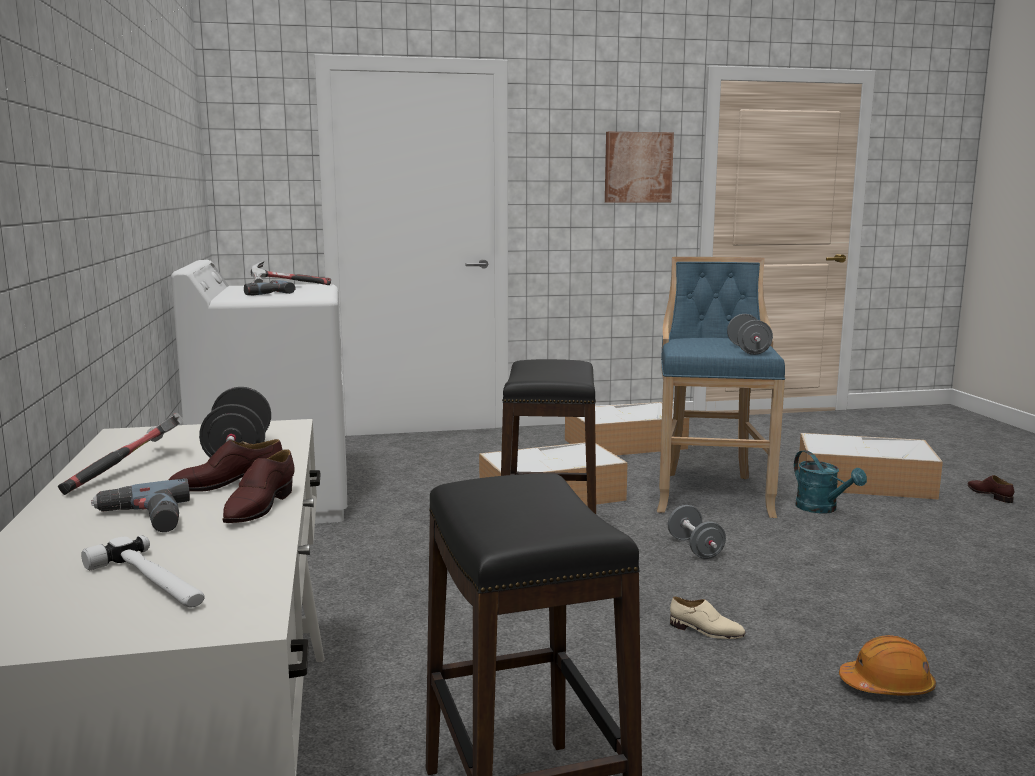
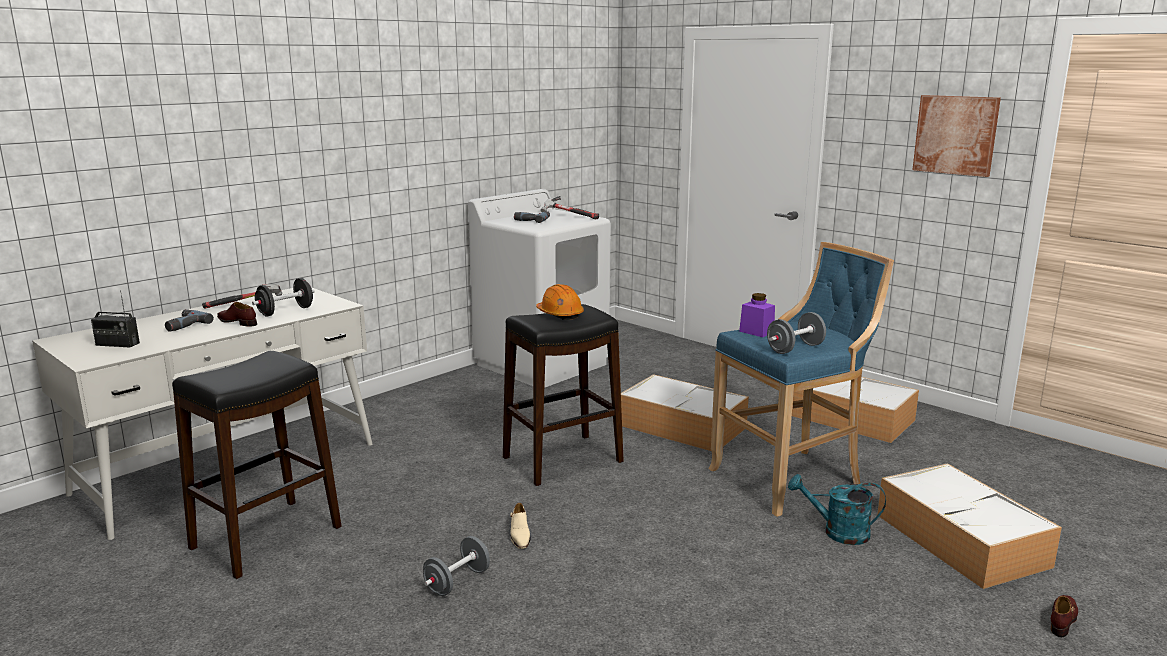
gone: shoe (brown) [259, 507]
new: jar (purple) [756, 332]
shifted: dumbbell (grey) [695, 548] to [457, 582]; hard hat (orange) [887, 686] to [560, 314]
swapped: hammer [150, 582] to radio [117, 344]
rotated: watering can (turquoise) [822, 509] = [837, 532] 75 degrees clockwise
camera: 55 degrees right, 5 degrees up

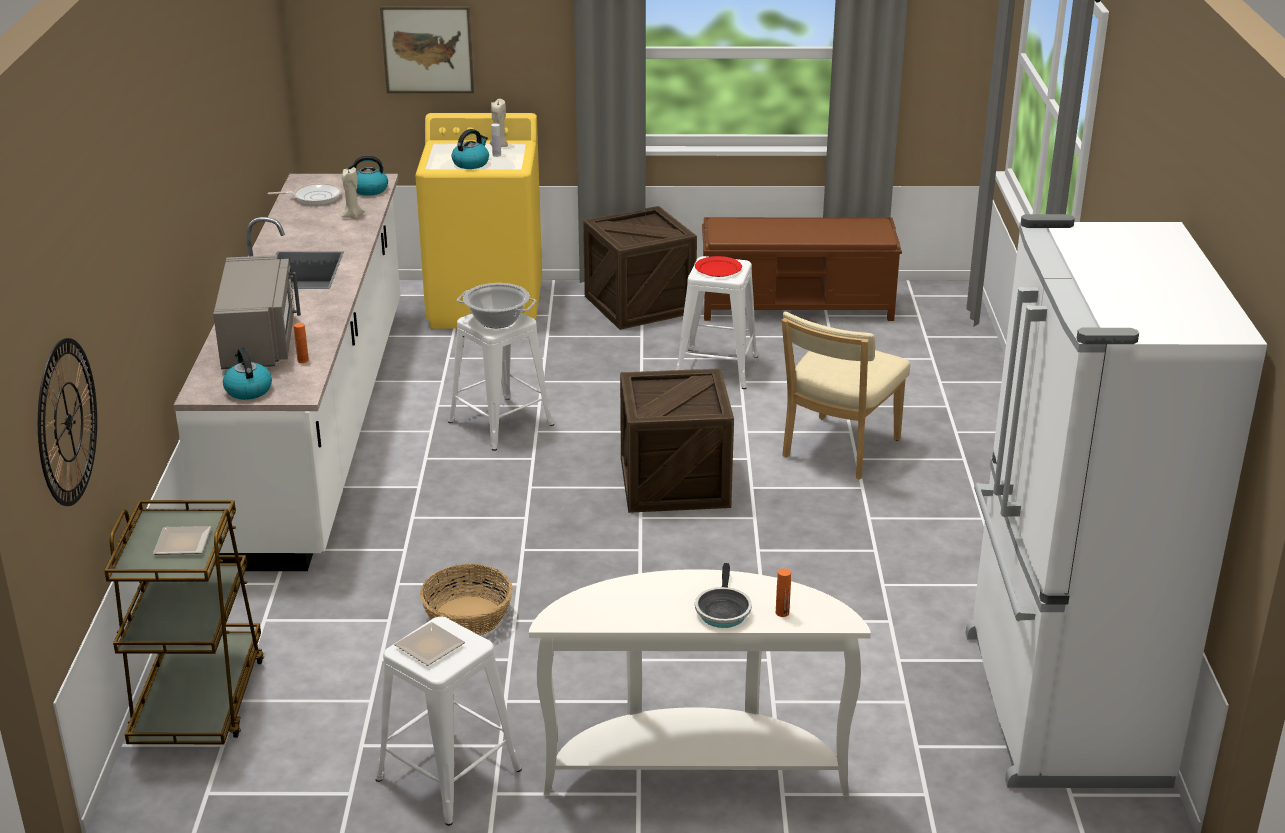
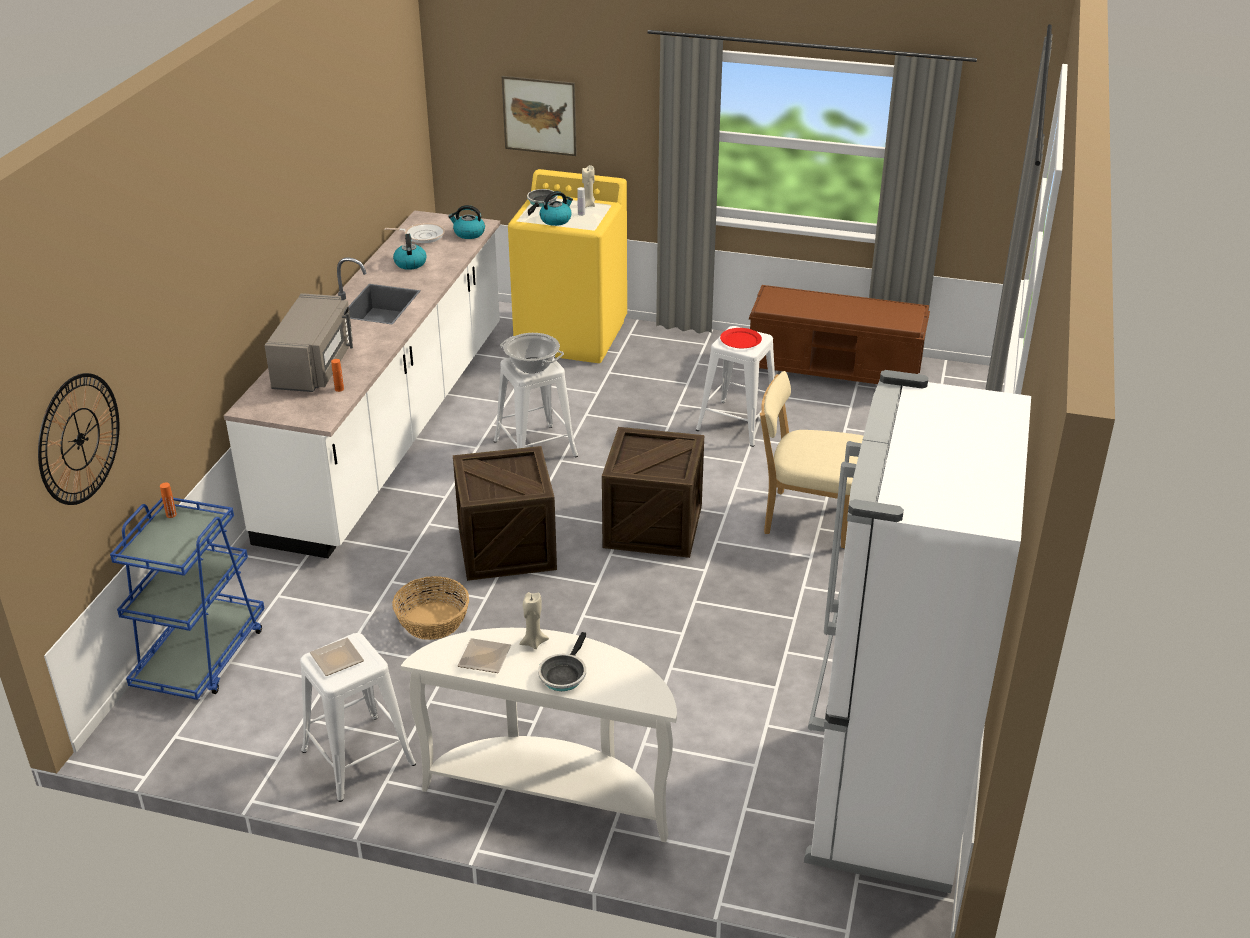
new: frying pan [541, 203]
shifted: plate [185, 542] to [486, 657]; kettle [248, 390] to [410, 263]; candle (beige) [352, 216] to [533, 642]; crate [639, 304] to [506, 548]; bottle (orange) [782, 612] to [171, 514]
repainted: cart (brown) [199, 701] to cart (blue) [201, 657]
rotated: chair (beige) [837, 451] = [805, 518] 60 degrees clockwise
camera: 15 degrees right, 5 degrees up

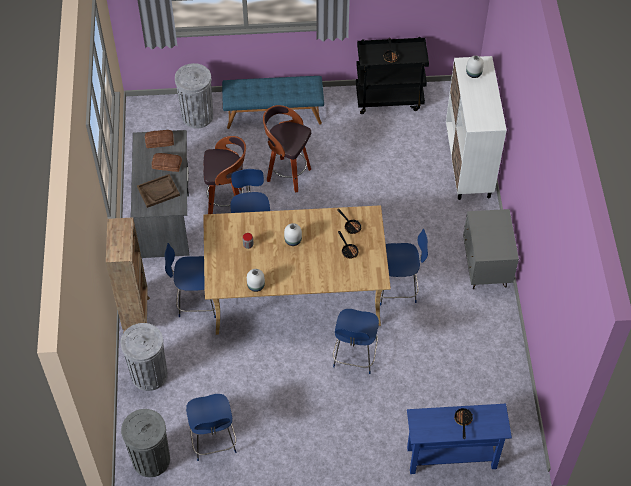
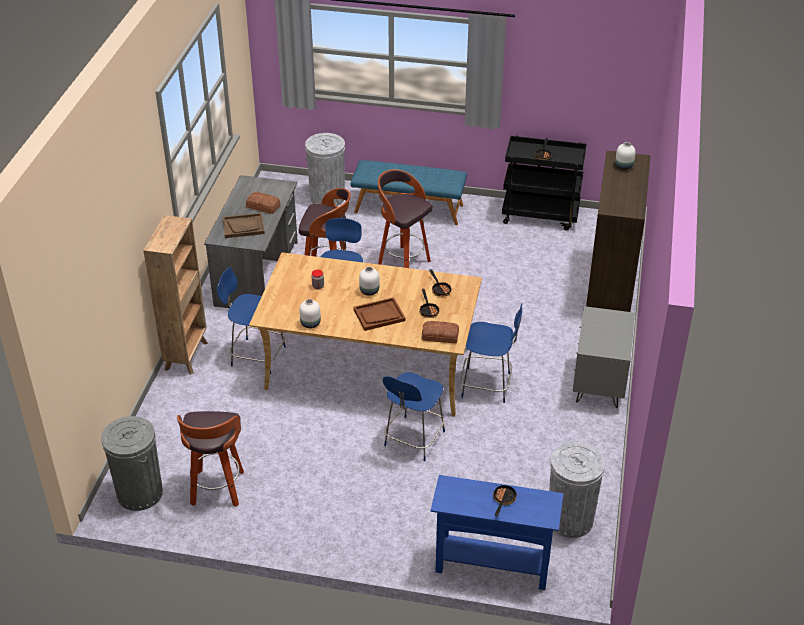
new: tray (brown) [379, 315]
shifted: trash can (grey) [149, 375] to [570, 520]; bread [160, 141] to [440, 336]
swapped: chair (blue) [213, 441] to stool [217, 490]
repainted: cabinet (white) [468, 164] to cabinet (brown) [610, 286]
camera: 15 degrees right, 15 degrees down

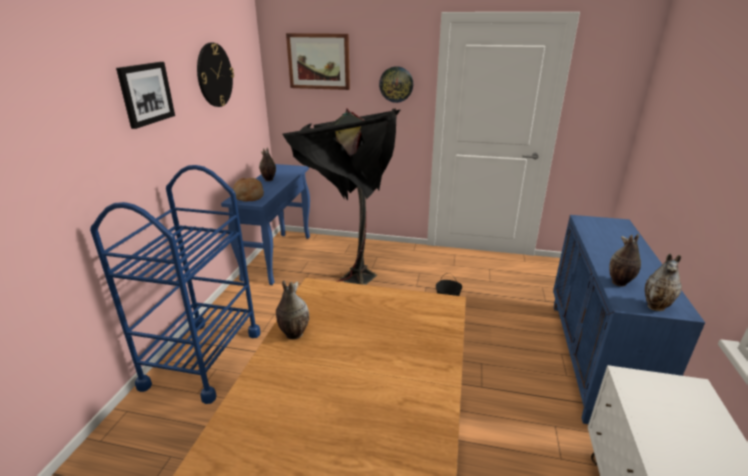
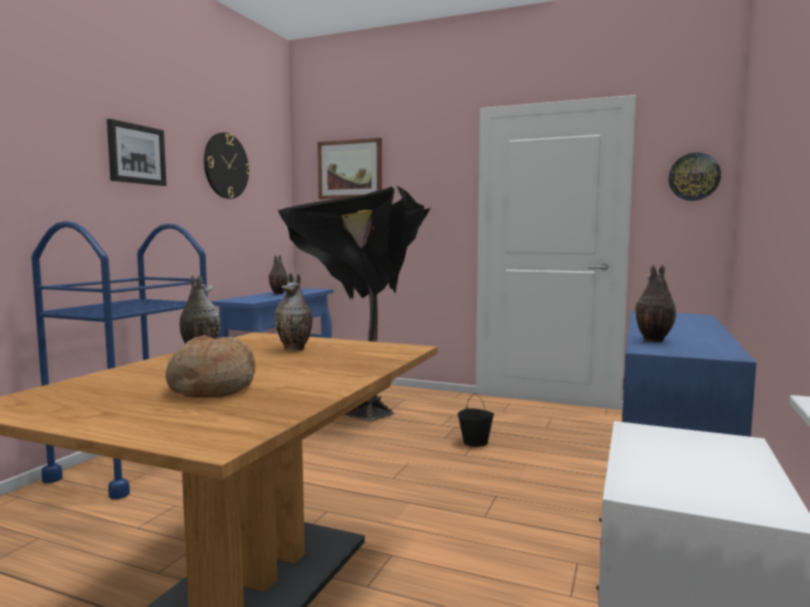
shifted: bread [248, 196] to [211, 387]; wall clock [396, 84] to [694, 177]; vase [656, 307] to [295, 349]
camera: 10 degrees right, 20 degrees down

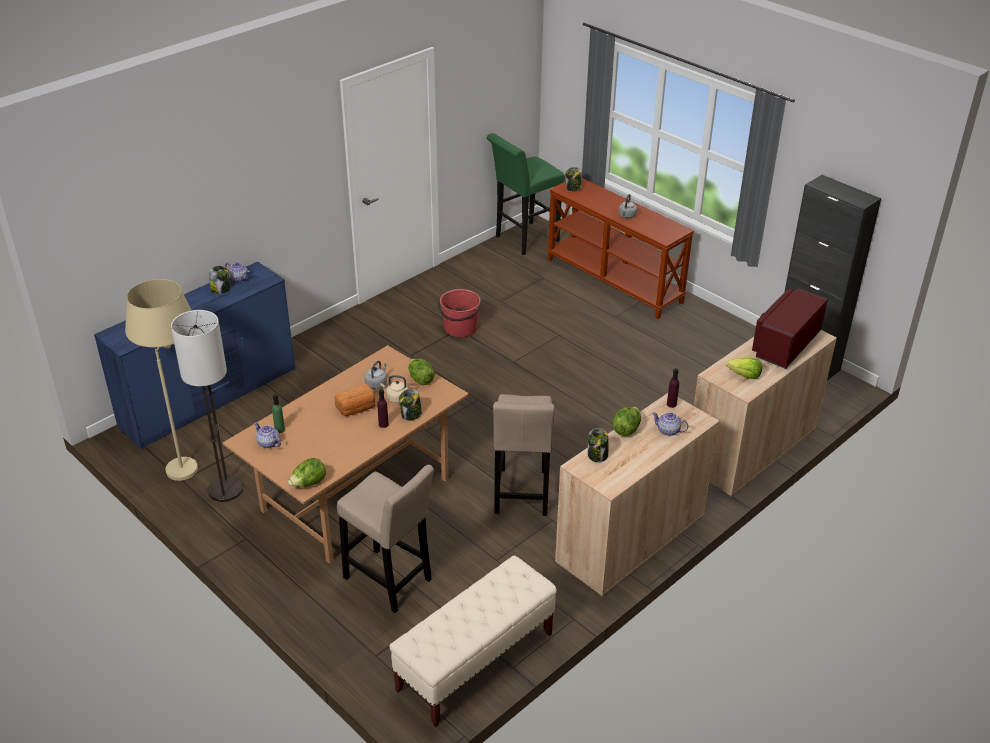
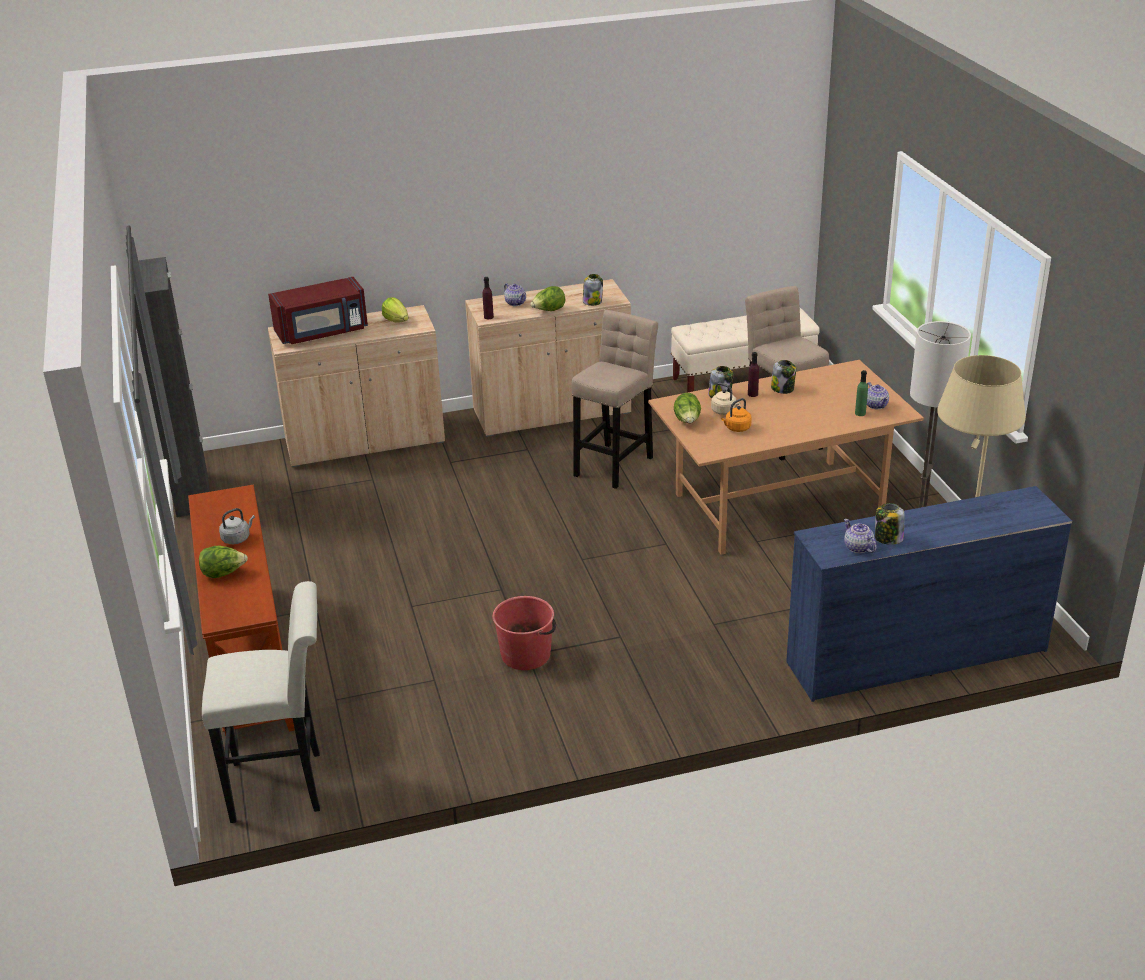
gone: bread [357, 409]
shifted: lettuce [308, 483] to [223, 573]; jar [573, 188] to [783, 389]
repainted: kettle (grey) [377, 384] to kettle (orange) [736, 428]; stool (green) [523, 240] to stool (white) [285, 785]
camera: 150 degrees left, 5 degrees down

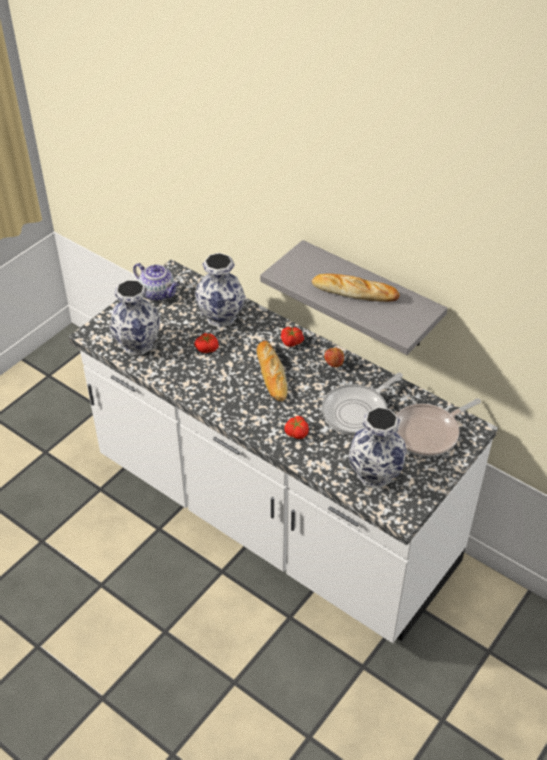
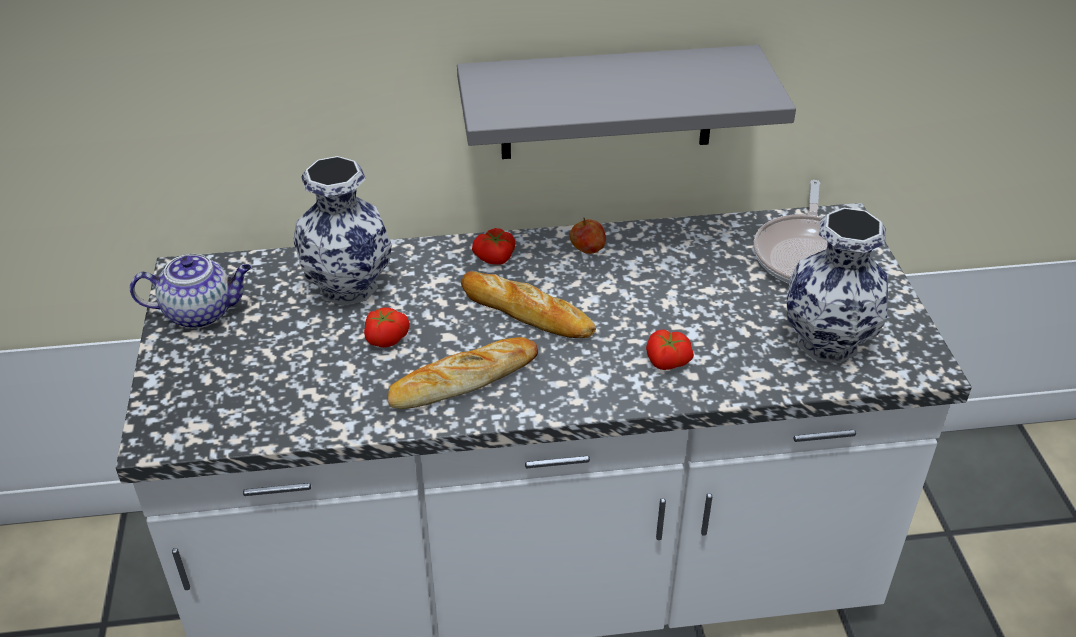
gone: vase [137, 345]; frying pan [358, 411]
shifted: bread [354, 292] to [463, 380]
camera: 45 degrees left, 5 degrees down

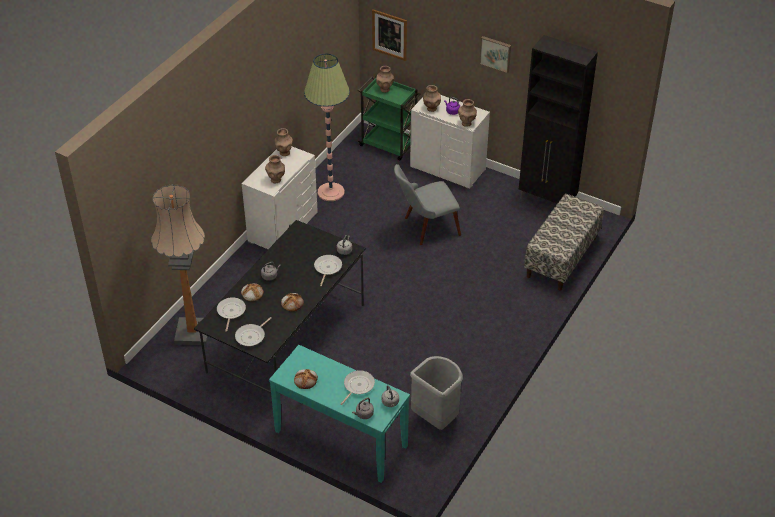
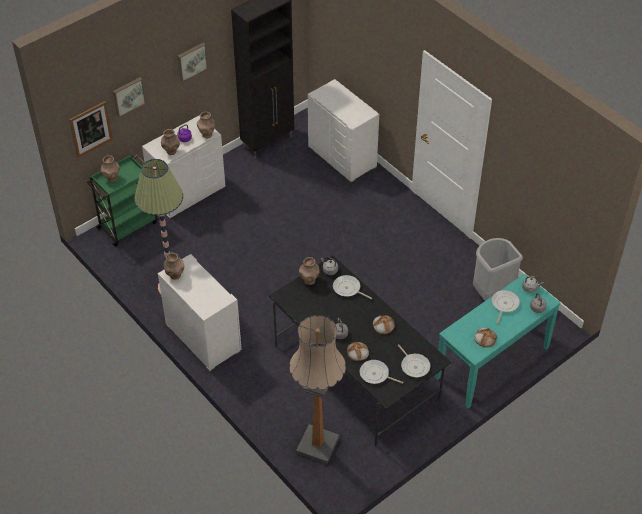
gone: chair (grey) [425, 228]
new: picture [128, 96]
shifted: vase (brown) [276, 180] to [309, 280]
swapped: bench [562, 257] to dresser (white) [342, 157]
rotated: frying pan [357, 386] = [504, 304] 60 degrees clockwise
camera: 70 degrees left, 5 degrees up

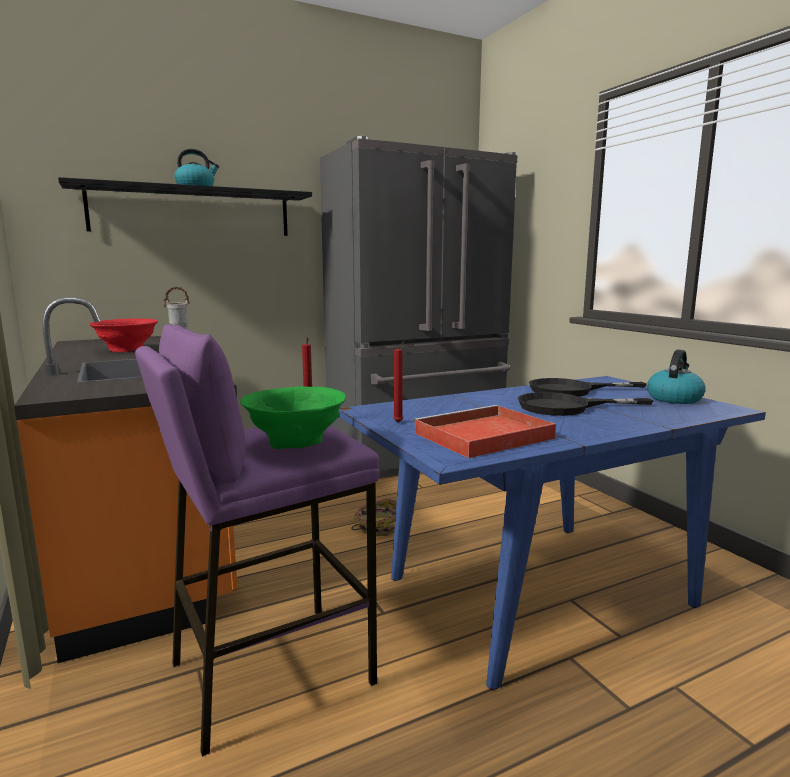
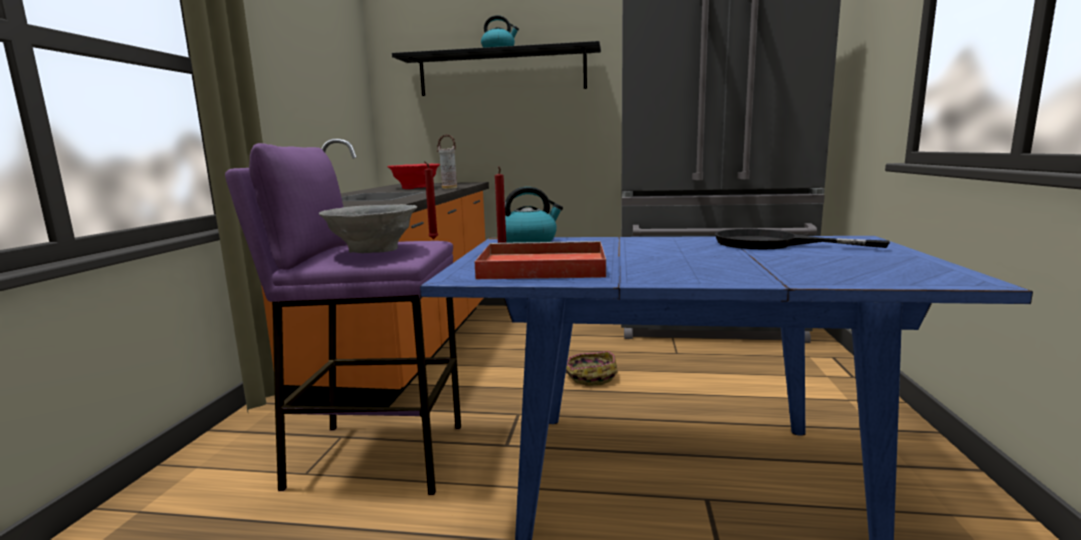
gone: frying pan (black) [566, 407]
shifted: kettle [674, 398] to [529, 241]
repainted: bowl (green) [296, 442] to bowl (grey) [373, 250]
camera: 35 degrees right, 0 degrees up

